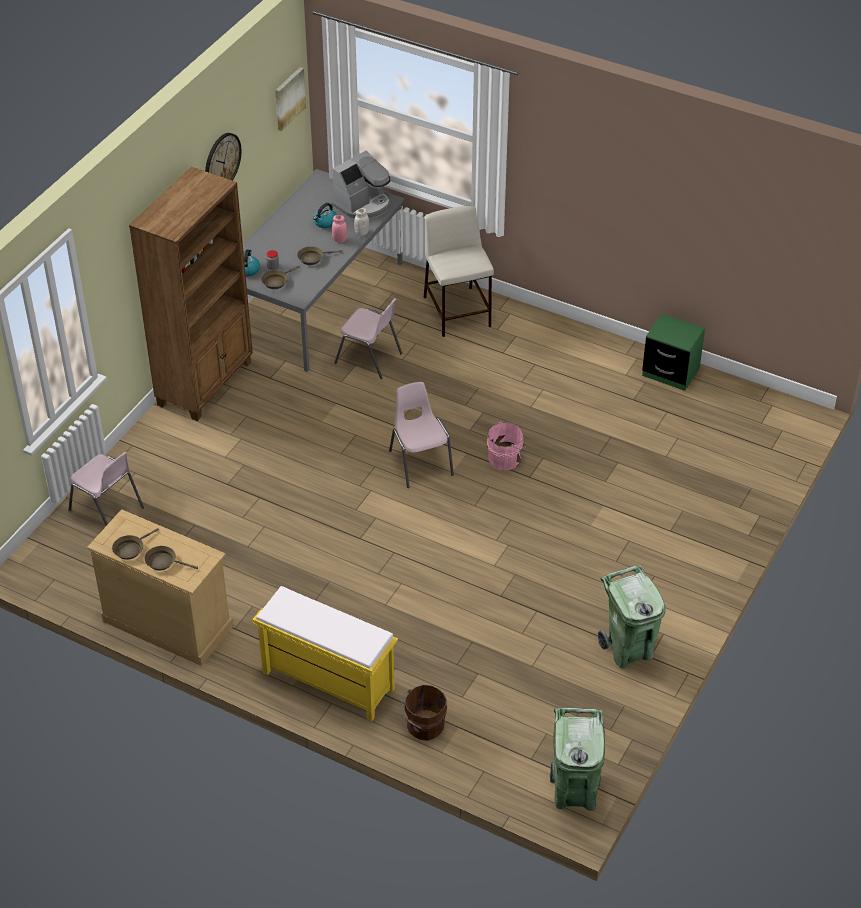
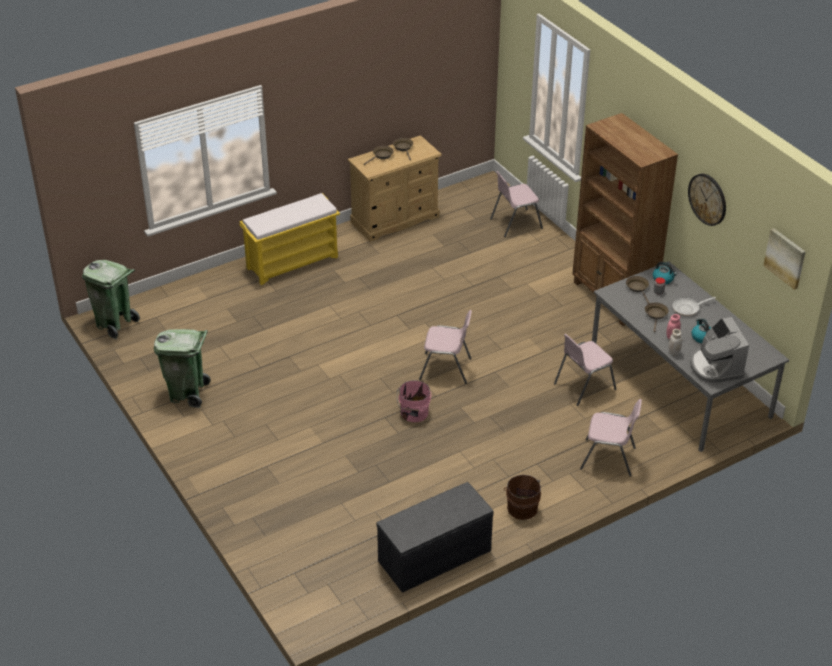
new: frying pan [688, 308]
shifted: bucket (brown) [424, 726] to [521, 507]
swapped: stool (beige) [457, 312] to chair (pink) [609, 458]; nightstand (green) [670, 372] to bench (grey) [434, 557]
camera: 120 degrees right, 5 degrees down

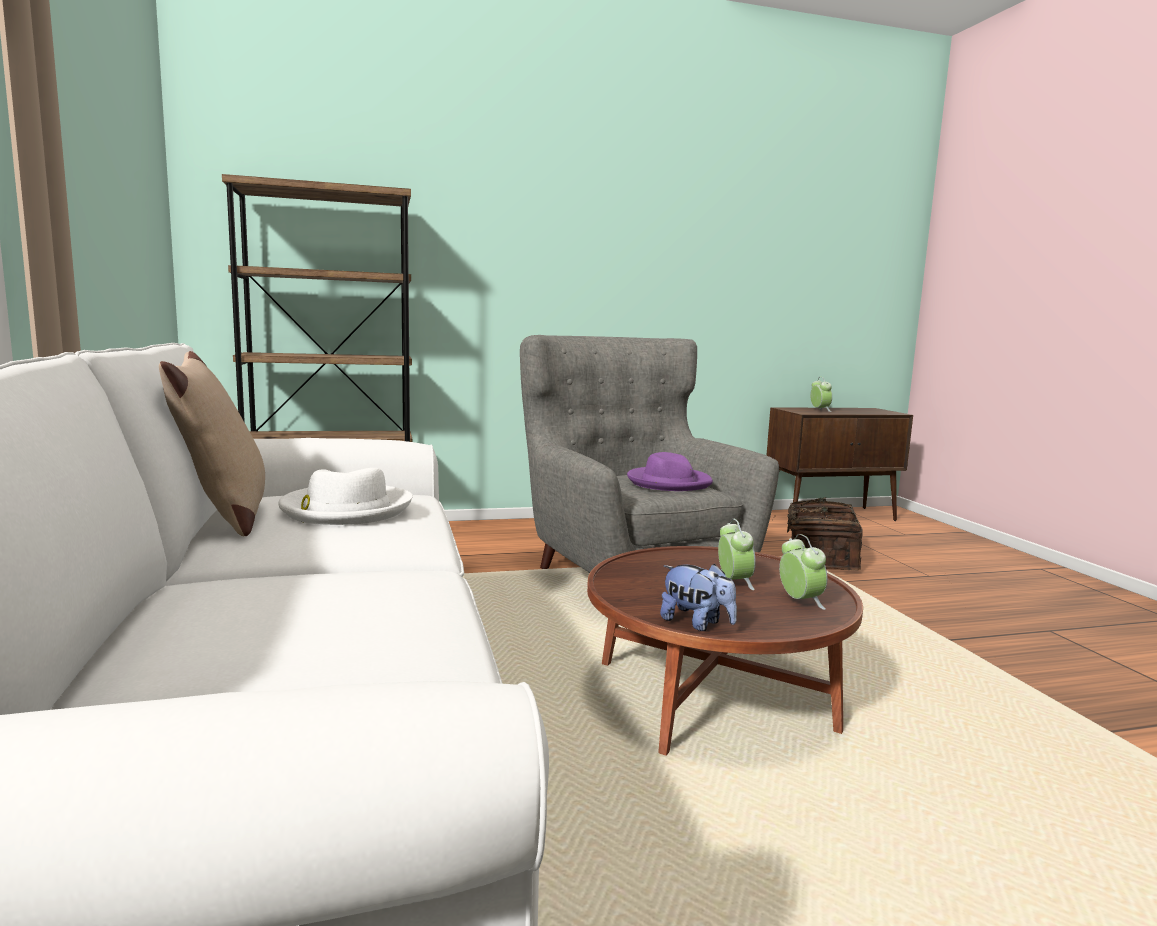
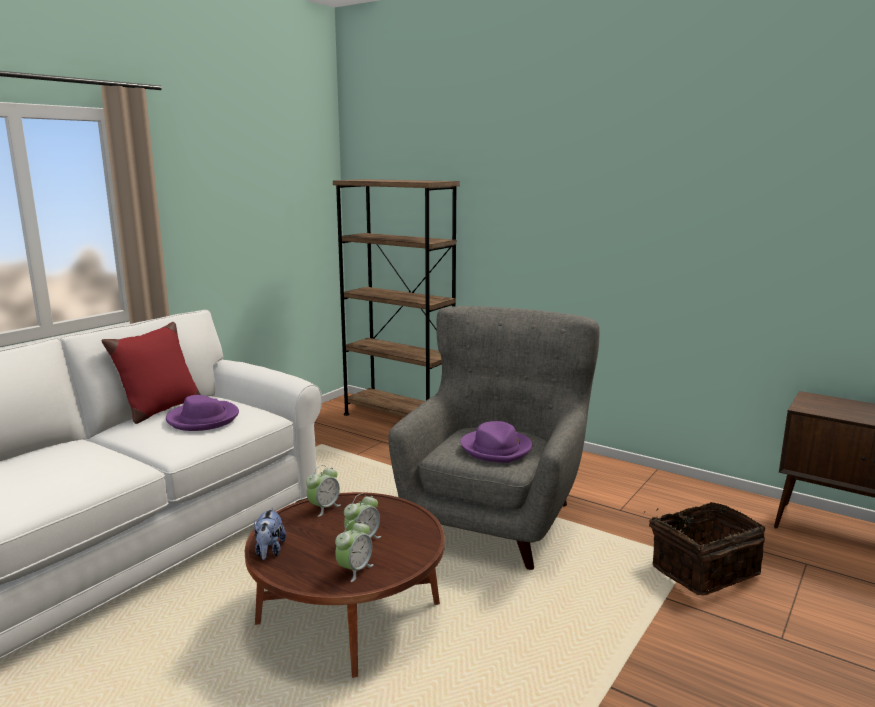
shifted: alarm clock [819, 410] to [324, 508]
repainted: pillow (beige) [223, 519] to pillow (red) [160, 410]; hat (white) [346, 510] to hat (purple) [203, 419]
camera: 50 degrees right, 5 degrees up

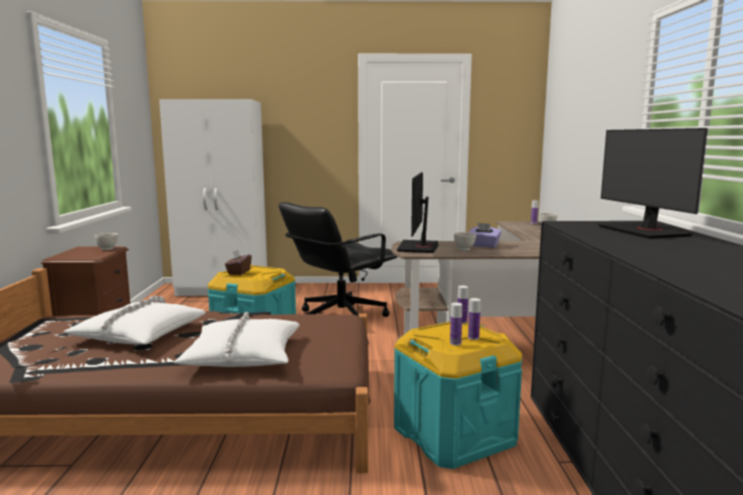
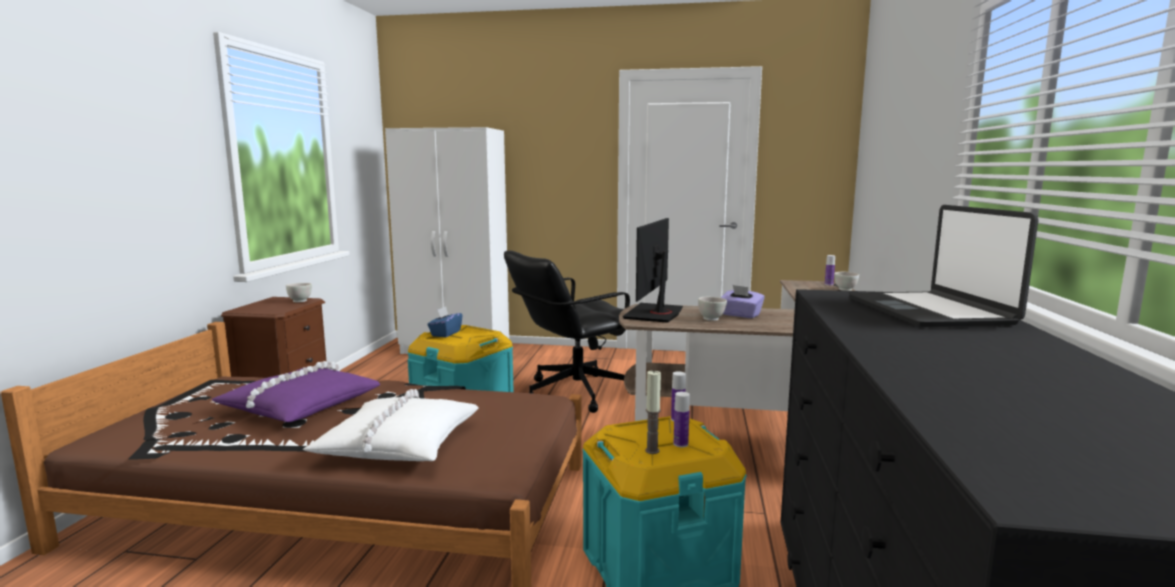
swapped: bottle [455, 343] to candle [652, 450]; monitor [644, 231] to laptop [930, 311]
repainted: pillow (white) [139, 334] to pillow (purple) [299, 406]; tissue box (brown) [238, 272] to tissue box (blue) [445, 333]
camera: 10 degrees right, 0 degrees up

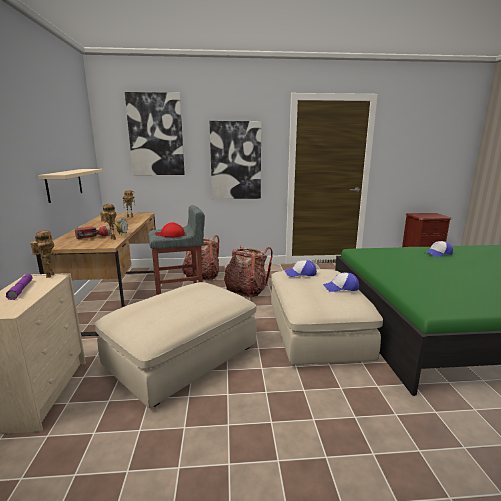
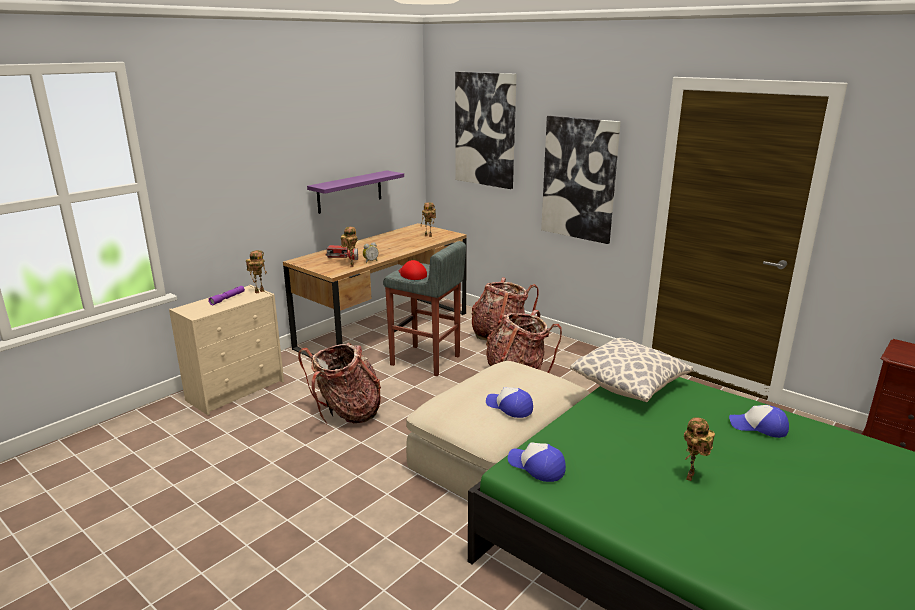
new: pillow [629, 385]; toy robot [691, 477]
shifted: cap [300, 273] to [536, 467]
swapped: ottoman (beige) [182, 357] to backpack [347, 413]
repainted: shelf (beige) [64, 184] to shelf (purple) [350, 191]
camera: 45 degrees right, 5 degrees up

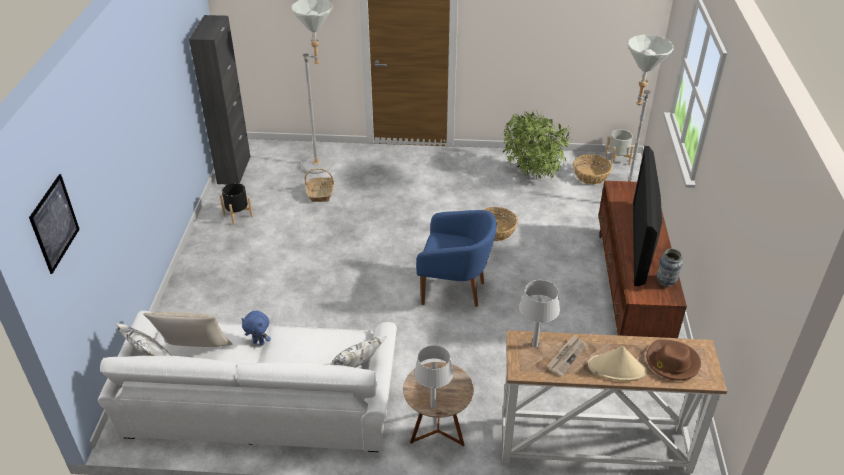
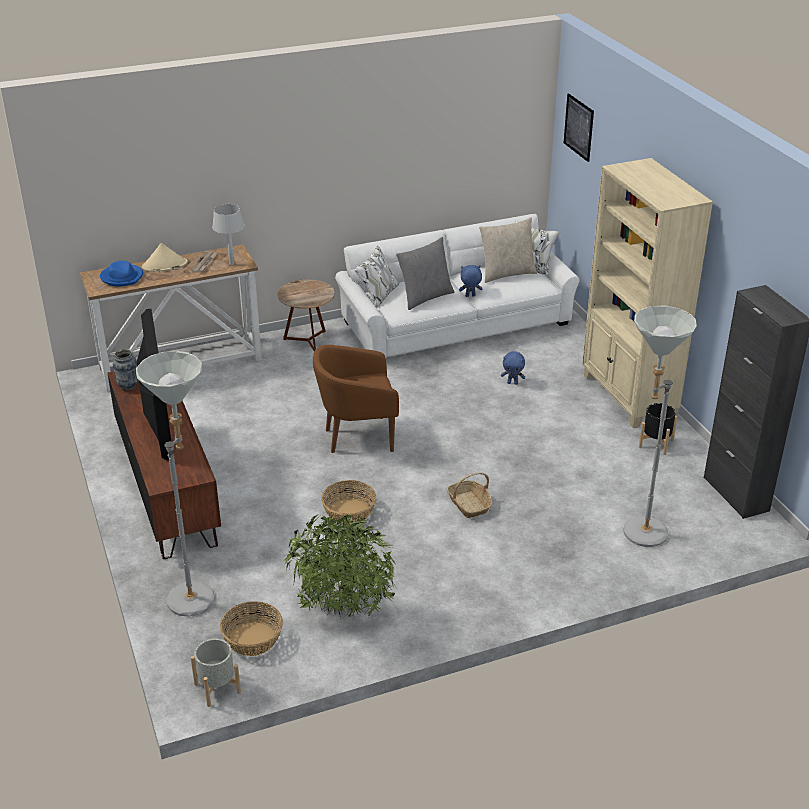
gone: table lamp (grey) [433, 405]
new: pillow (grey) [425, 297]; plush toy (blue) [512, 383]; bookcase (beige) [628, 397]
shifted: basket [321, 193] to [469, 504]
repainted: armchair (blue) [455, 290] to armchair (brown) [357, 437]; hat (brown) [672, 362] to hat (blue) [122, 277]
camera: 155 degrees right, 5 degrees down

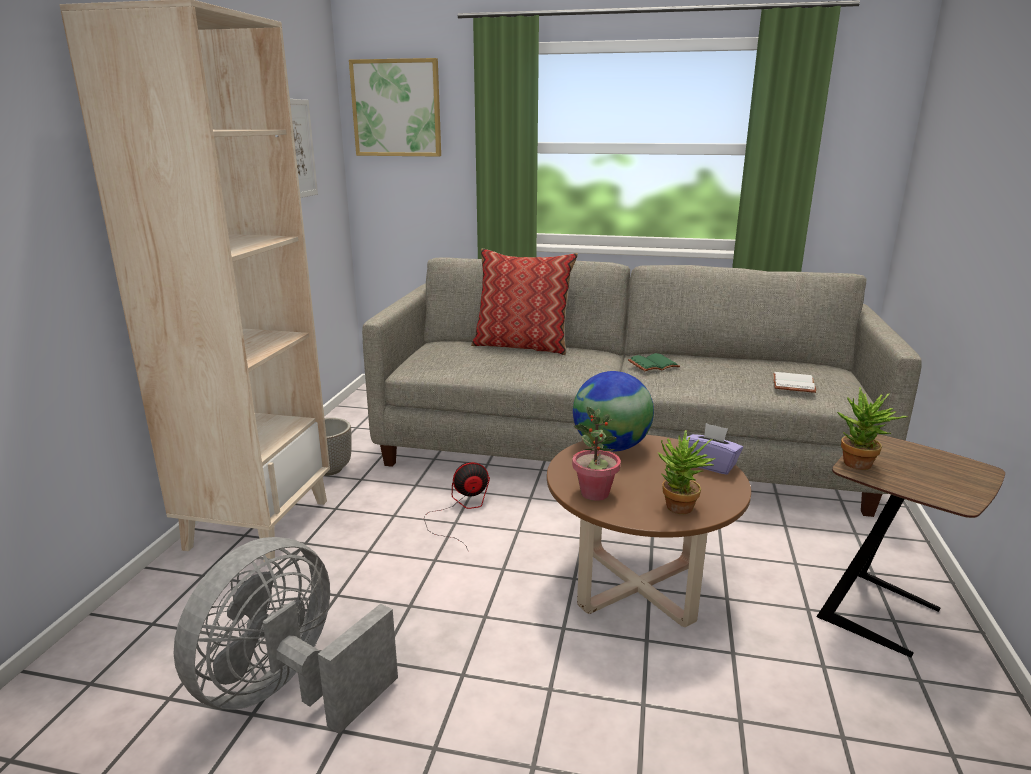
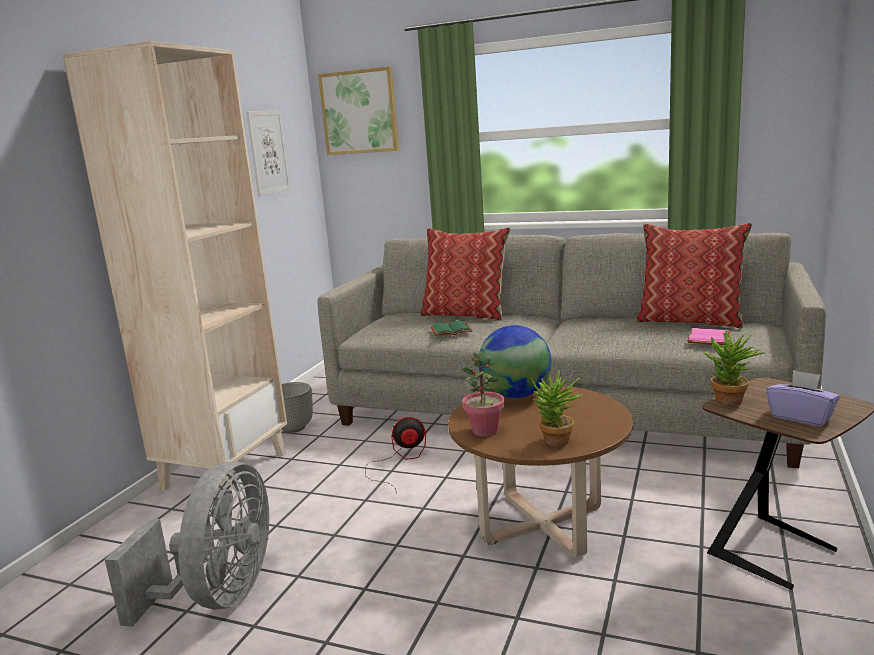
new: pillow [690, 321]
shifted: book (green) [653, 365] to [450, 331]; tissue box (purple) [710, 465] to [801, 417]
repainted: book (white) [795, 384] to book (pink) [710, 339]
rotated: fan (grey) [289, 691] = [219, 596] 150 degrees clockwise
camera: 10 degrees right, 5 degrees down

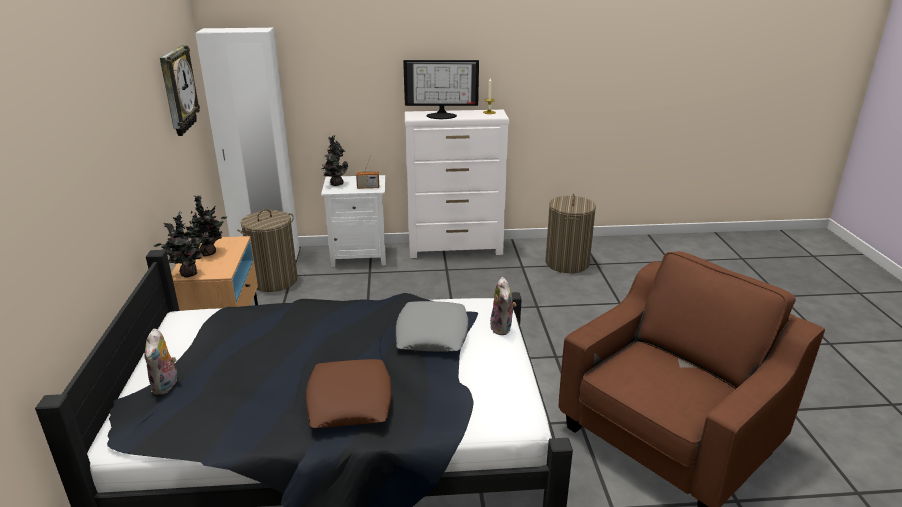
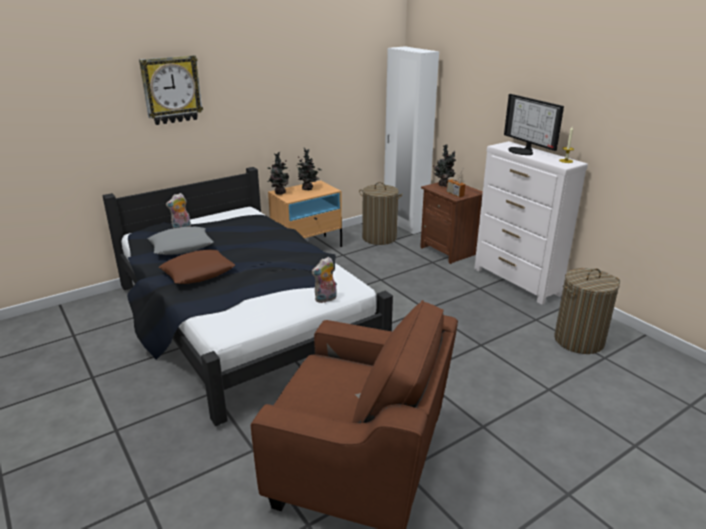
shifted: wall clock [177, 90] to [171, 90]; pillow (grey) [432, 333] to [181, 246]
repainted: nightstand (white) [359, 255] to nightstand (brown) [448, 251]
camera: 60 degrees right, 0 degrees up

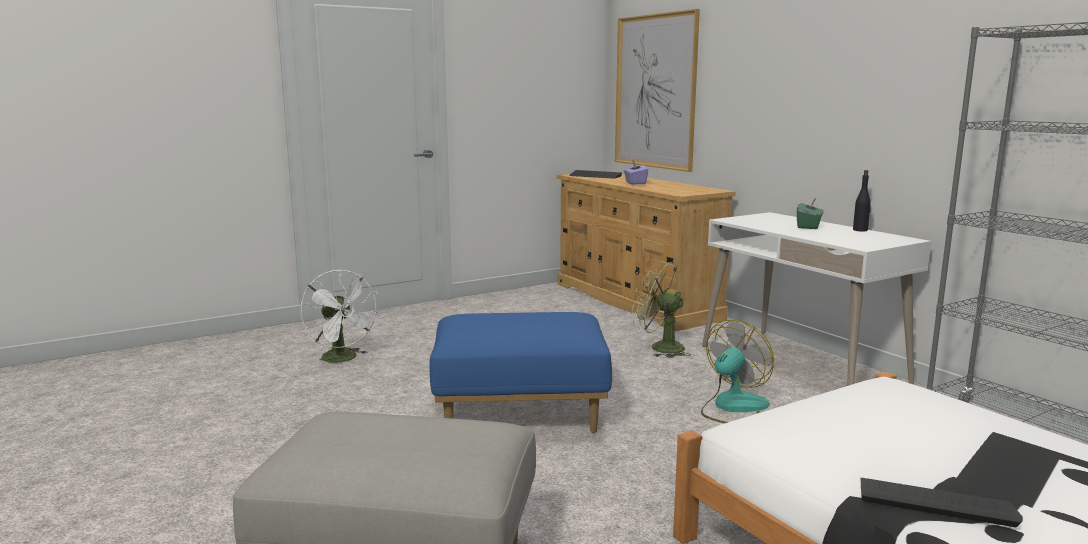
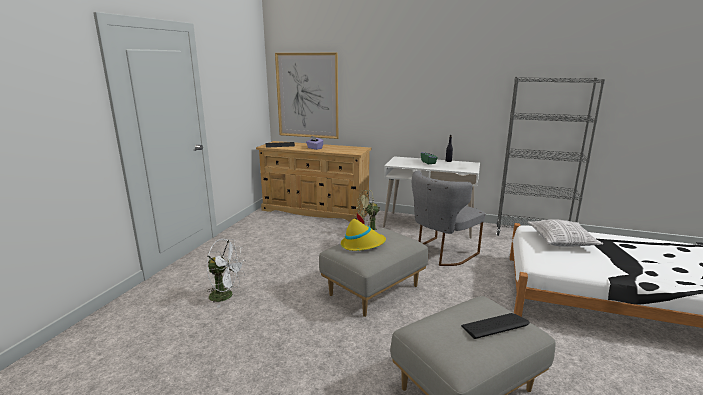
new: hat (yellow) [362, 244]; pillow [561, 241]
shifted: keyboard [935, 502] to [494, 326]
swapped: fan [734, 408] to chair (grey) [441, 254]
repainted: ottoman (blue) [521, 414] to ottoman (grey) [373, 290]
camera: 40 degrees left, 5 degrees up

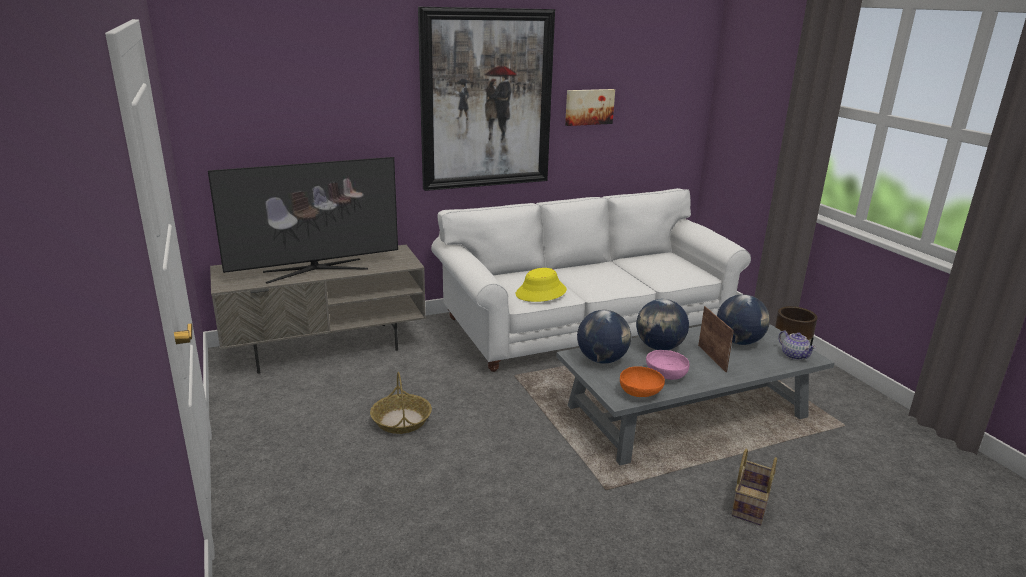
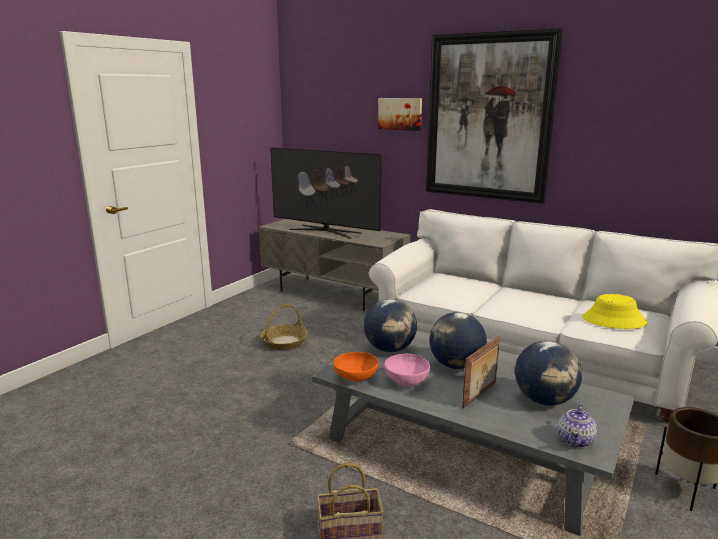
shifted: hat (yellow) [541, 292] to [613, 320]; picture [589, 107] to [400, 114]
camera: 55 degrees right, 5 degrees down

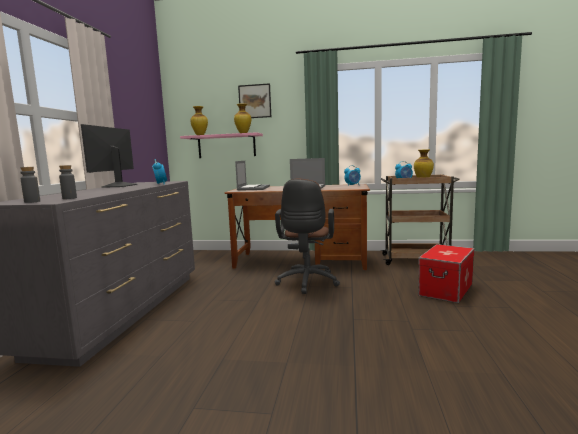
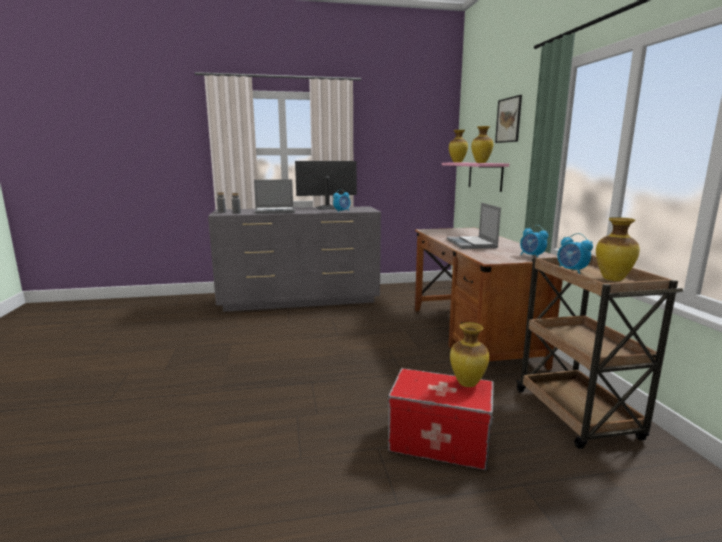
gone: office chair (brown) [307, 283]
new: vase [466, 384]
shifted: laptop [253, 188] to [275, 211]
camera: 70 degrees right, 5 degrees up

